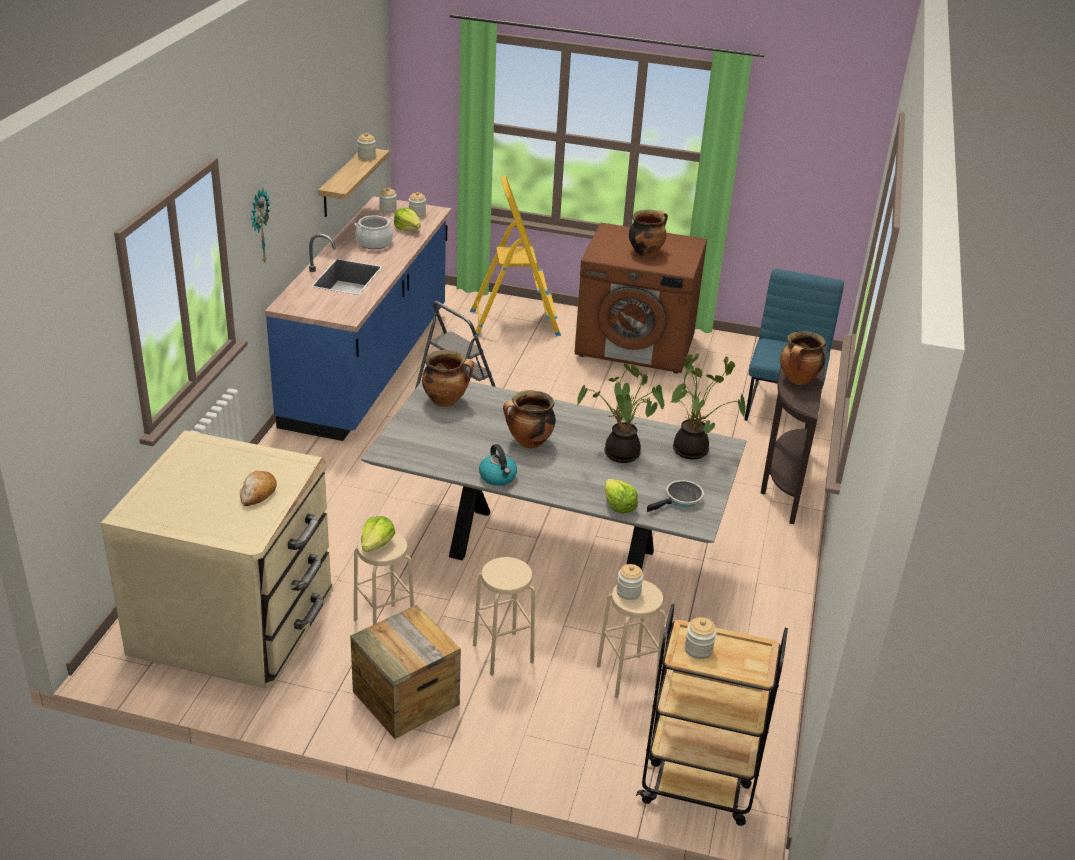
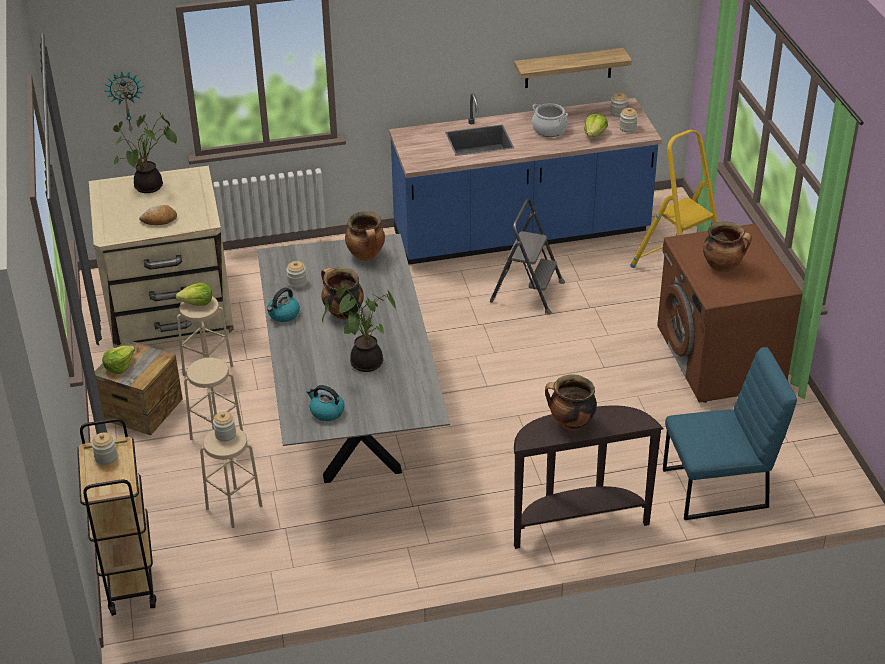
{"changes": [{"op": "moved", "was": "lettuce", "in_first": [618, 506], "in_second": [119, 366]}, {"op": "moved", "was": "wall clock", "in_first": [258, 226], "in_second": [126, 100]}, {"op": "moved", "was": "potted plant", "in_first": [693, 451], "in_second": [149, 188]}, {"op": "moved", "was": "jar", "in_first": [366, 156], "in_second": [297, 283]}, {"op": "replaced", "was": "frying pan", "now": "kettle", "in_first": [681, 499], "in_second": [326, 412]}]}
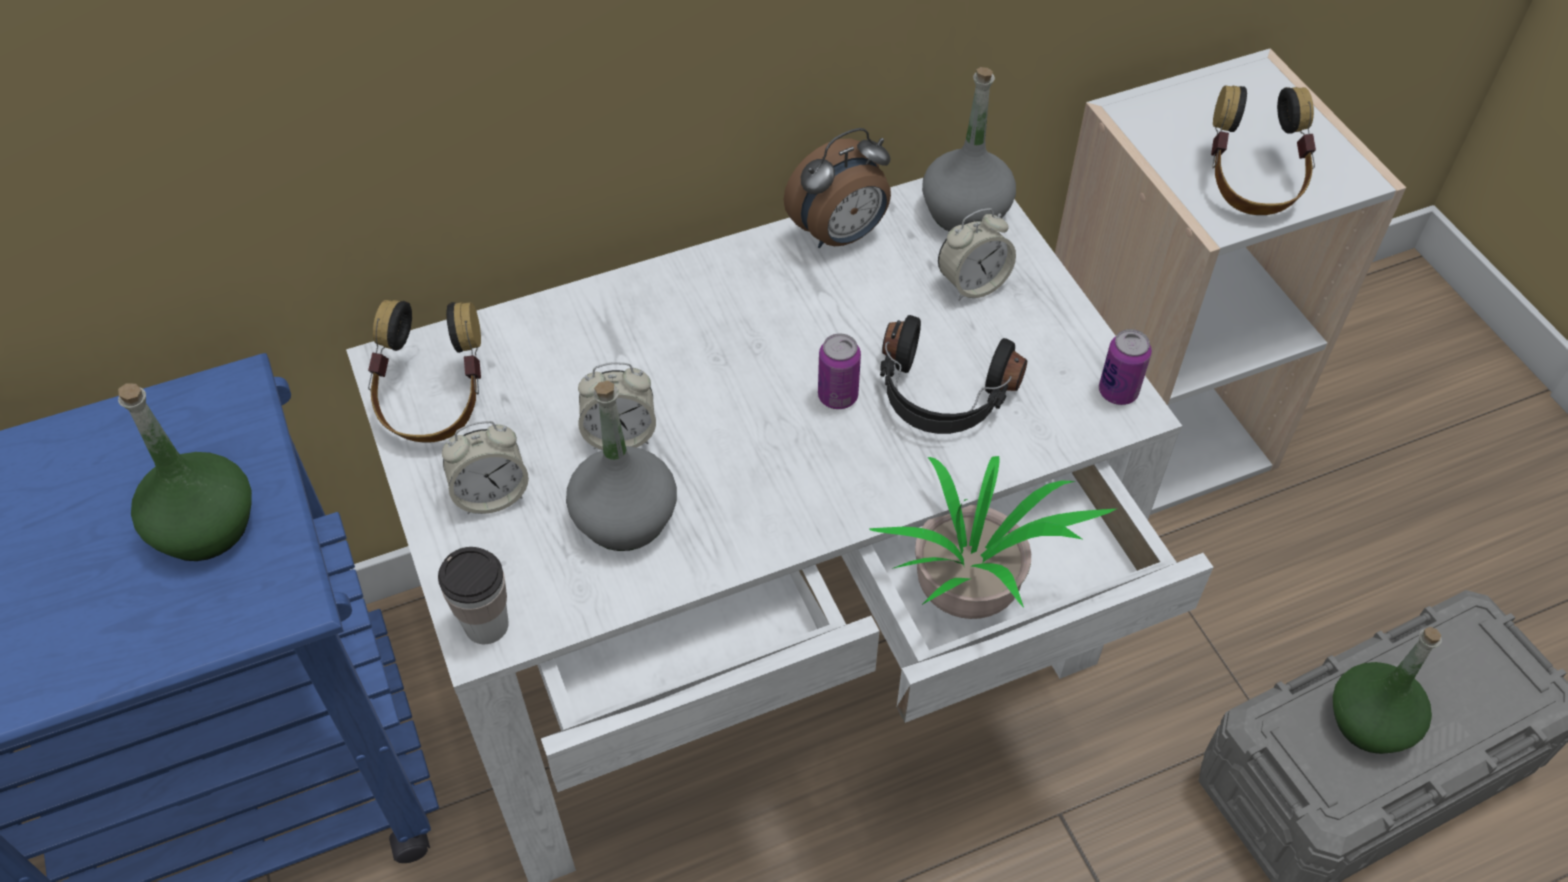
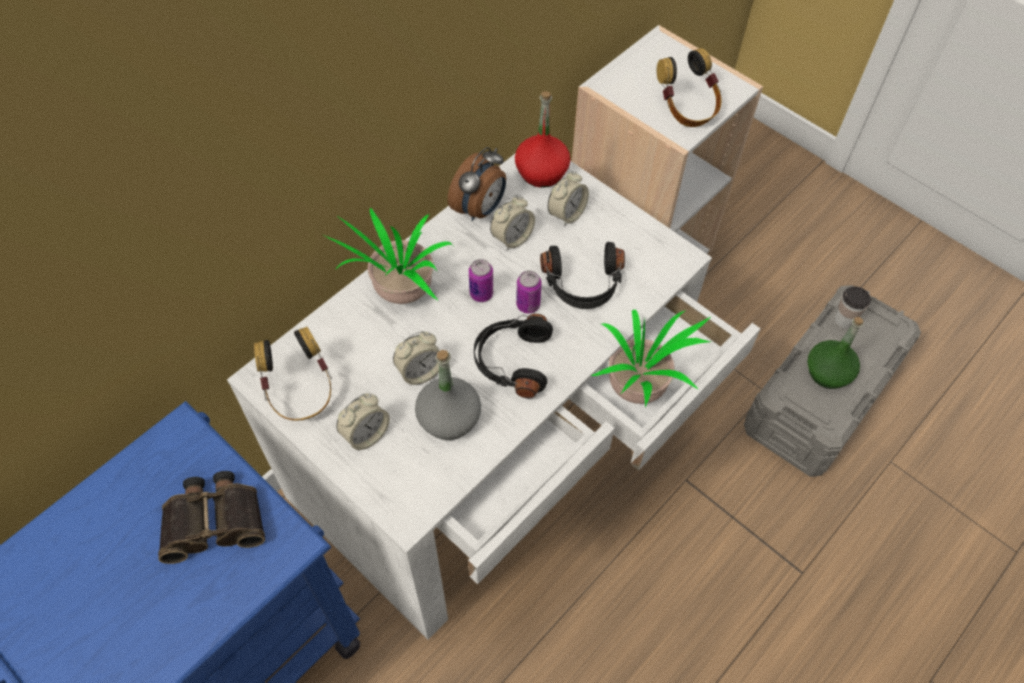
{"changes": [{"op": "replaced", "was": "green bottle", "now": "binoculars", "in_first": [205, 526], "in_second": [214, 519]}, {"op": "added", "now": "potted plant", "in_second": [400, 294]}, {"op": "moved", "was": "can", "in_first": [1118, 392], "in_second": [481, 294]}, {"op": "added", "now": "black headphones", "in_second": [512, 361]}, {"op": "added", "now": "alarm clock", "in_second": [512, 238]}, {"op": "recoloured", "was": "grey bottle", "now": "red bottle", "in_first": [965, 212], "in_second": [541, 172]}, {"op": "moved", "was": "cup", "in_first": [486, 625], "in_second": [843, 320]}]}
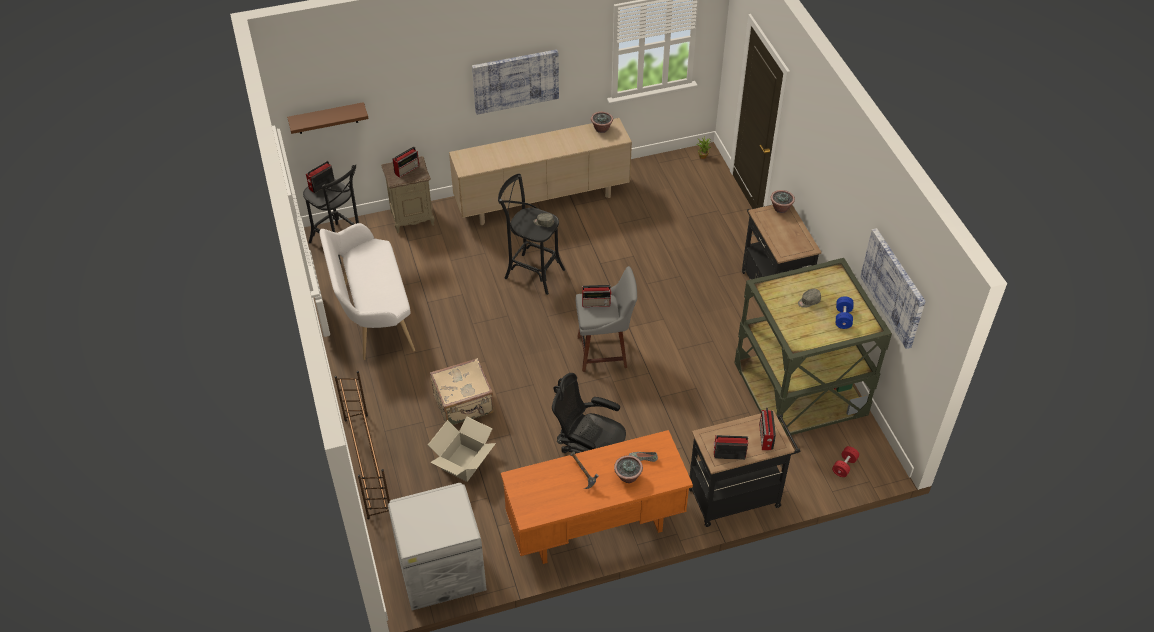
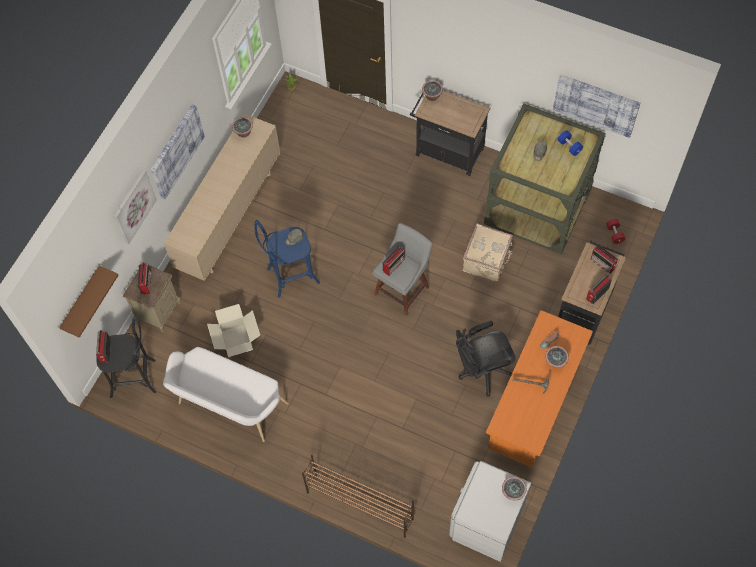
{"changes": [{"op": "added", "now": "picture", "in_second": [133, 206]}, {"op": "moved", "was": "cardboard box", "in_first": [464, 462], "in_second": [237, 340]}, {"op": "recoloured", "was": "black stool", "now": "blue stool", "in_first": [532, 272], "in_second": [290, 276]}, {"op": "moved", "was": "beige suitcase", "in_first": [464, 405], "in_second": [487, 260]}, {"op": "added", "now": "potted plant", "in_second": [513, 492]}]}
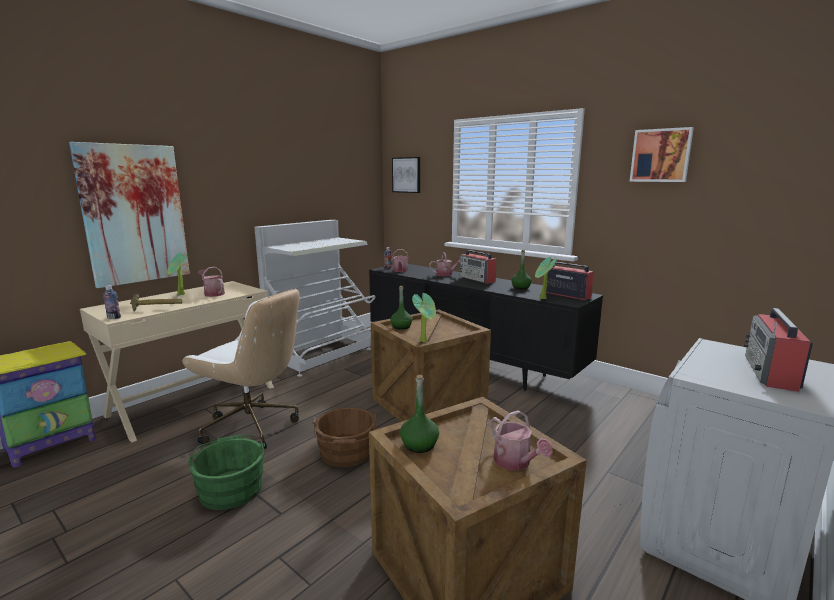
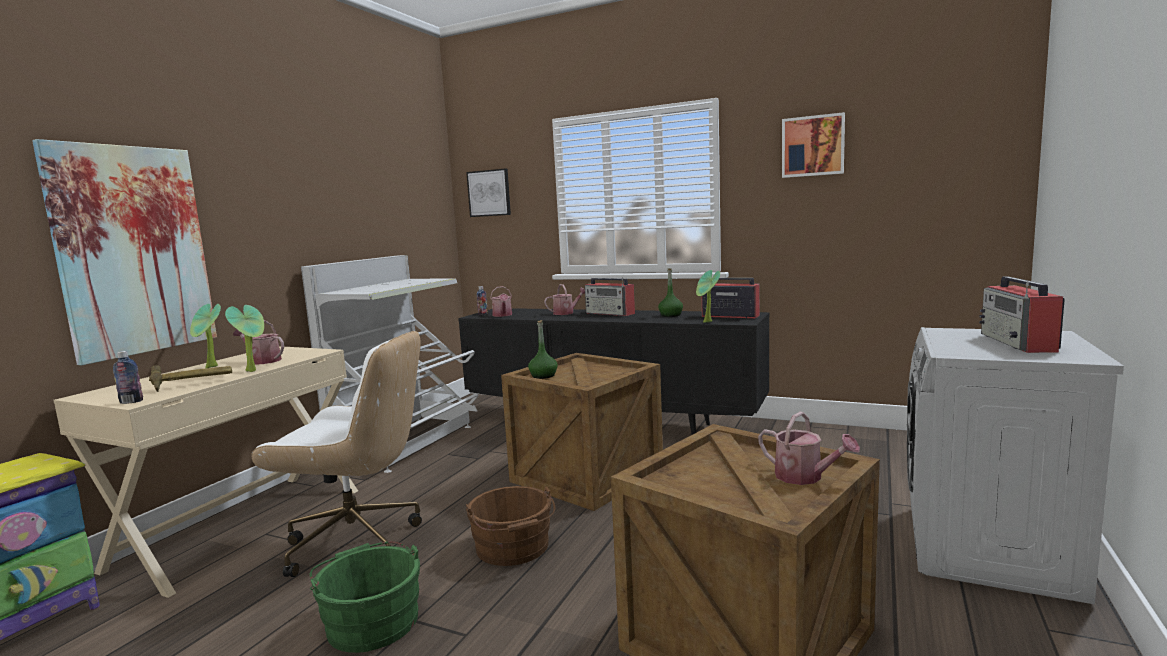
{"changes": [{"op": "moved", "was": "potted plant", "in_first": [425, 341], "in_second": [254, 370]}, {"op": "removed", "was": "green bottle", "in_first": [419, 445]}]}
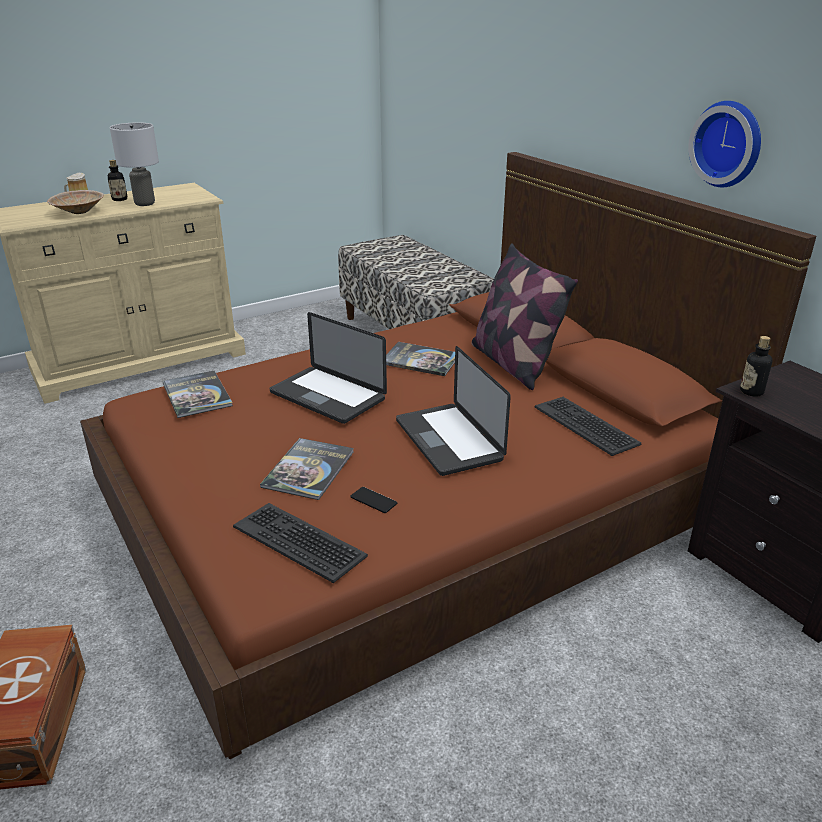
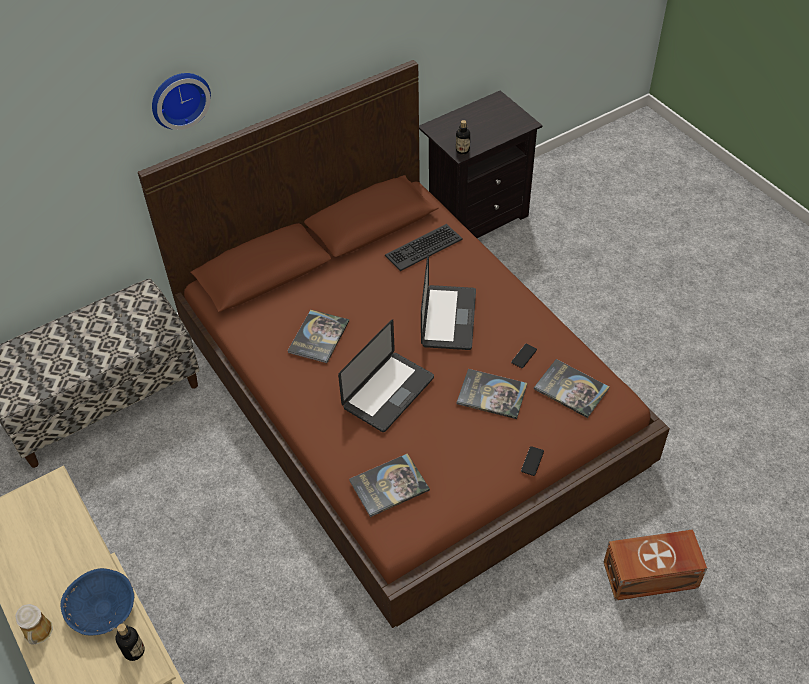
{"changes": [{"op": "recoloured", "was": "beige bowl", "now": "blue bowl", "in_first": [78, 212], "in_second": [103, 610]}, {"op": "moved", "was": "bottle", "in_first": [119, 199], "in_second": [134, 651]}, {"op": "moved", "was": "wall clock", "in_first": [729, 144], "in_second": [179, 98]}, {"op": "turned", "was": "laptop", "in_first": [448, 440], "in_second": [448, 318], "clockwise": -60}, {"op": "added", "now": "phone", "in_second": [532, 461]}, {"op": "replaced", "was": "keyboard", "now": "book", "in_first": [300, 541], "in_second": [571, 389]}, {"op": "removed", "was": "white table lamp", "in_first": [144, 203]}, {"op": "removed", "was": "pillow", "in_first": [513, 364]}]}
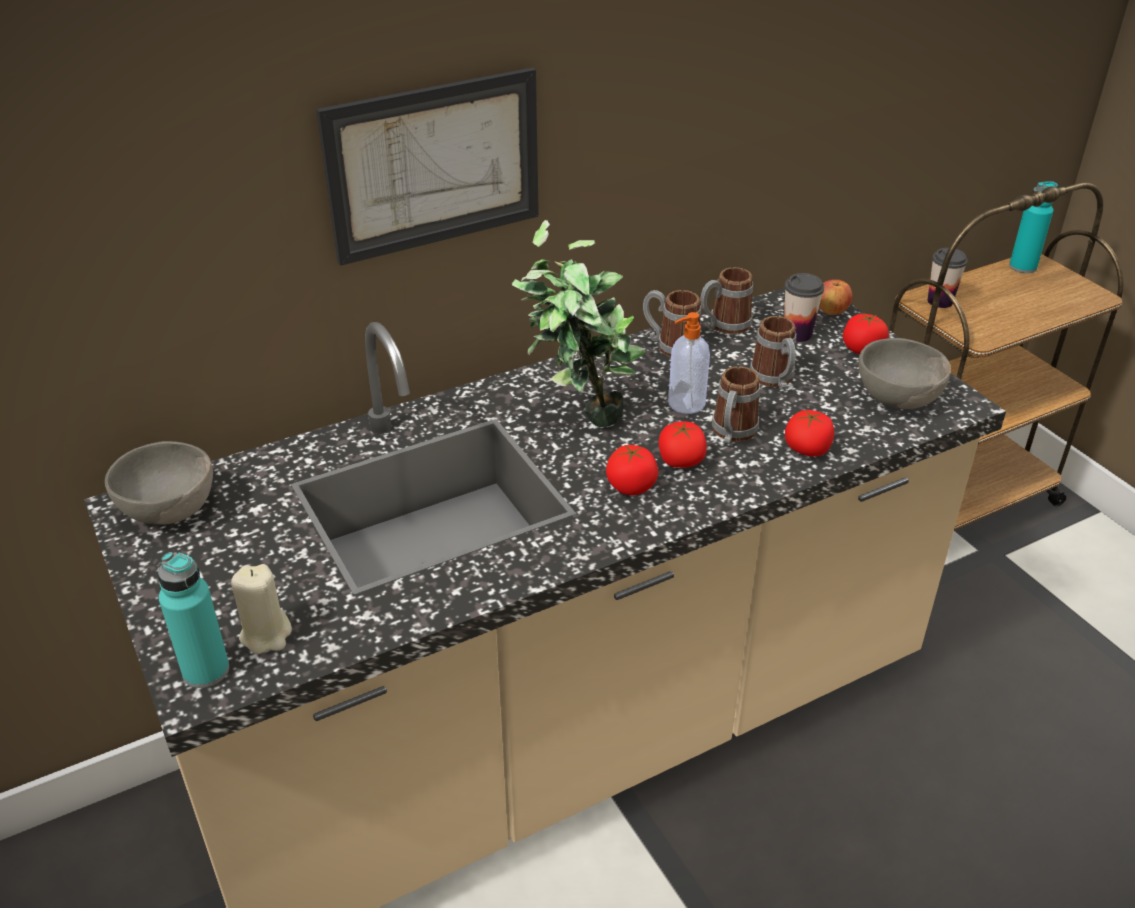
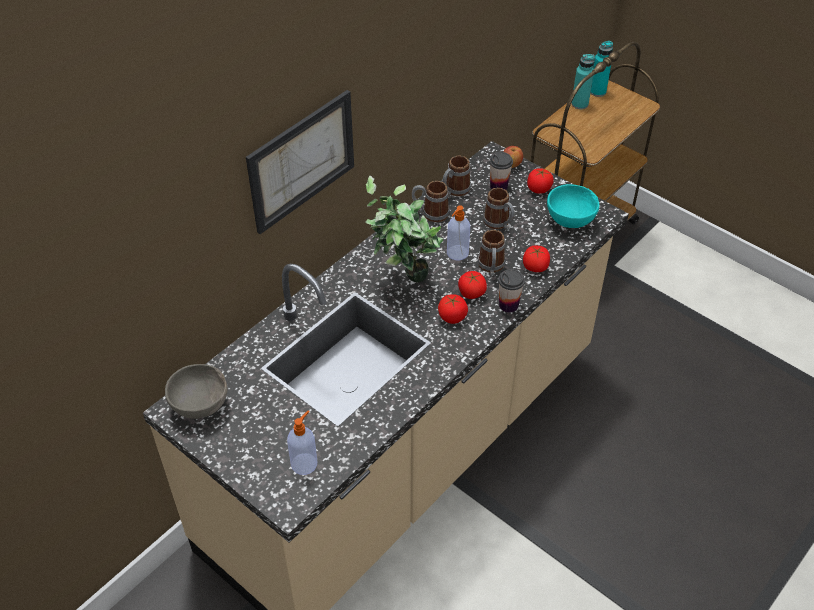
{"changes": [{"op": "replaced", "was": "beige candle", "now": "soap dispenser", "in_first": [266, 634], "in_second": [305, 463]}, {"op": "moved", "was": "cup", "in_first": [940, 301], "in_second": [508, 305]}, {"op": "recoloured", "was": "grey bowl", "now": "turquoise bowl", "in_first": [897, 400], "in_second": [570, 221]}, {"op": "moved", "was": "turquoise bottle", "in_first": [206, 670], "in_second": [579, 104]}]}
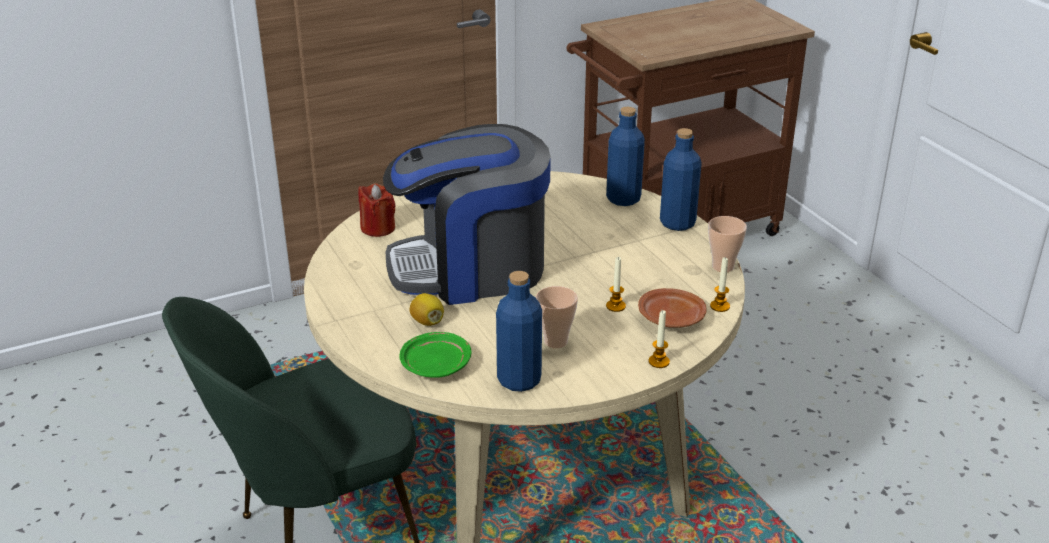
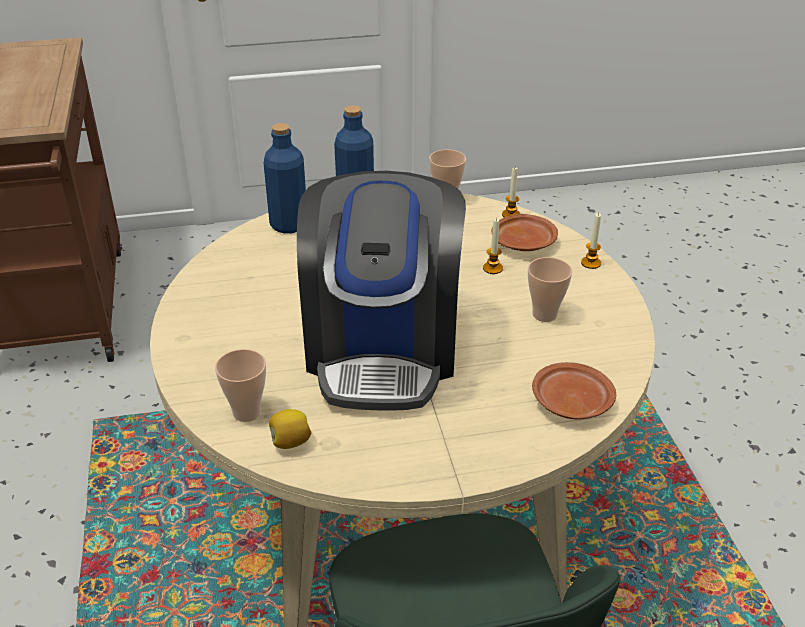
{"changes": [{"op": "replaced", "was": "red candle", "now": "cup", "in_first": [378, 228], "in_second": [247, 412]}, {"op": "moved", "was": "lemon", "in_first": [427, 322], "in_second": [290, 442]}, {"op": "recoloured", "was": "green plate", "now": "brown plate", "in_first": [436, 365], "in_second": [570, 402]}, {"op": "removed", "was": "blue bottle", "in_first": [519, 380]}]}
